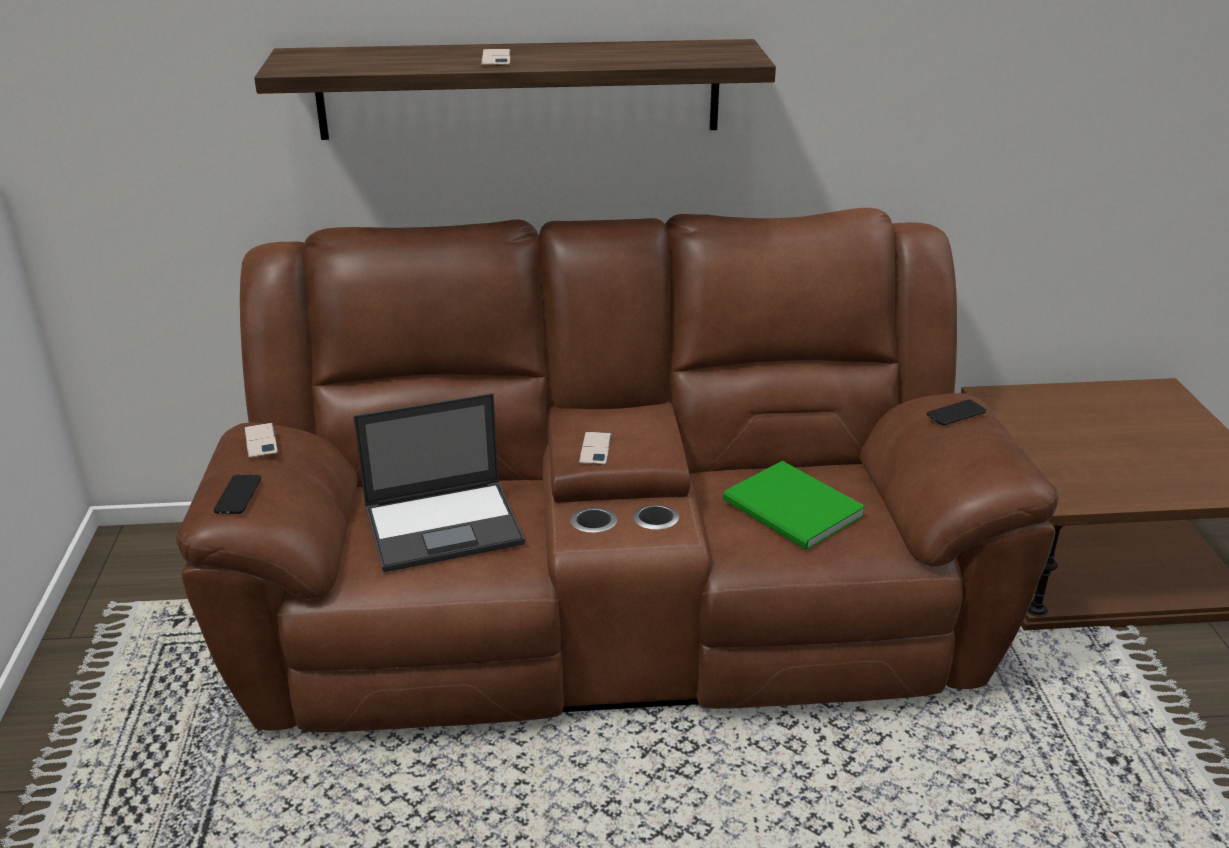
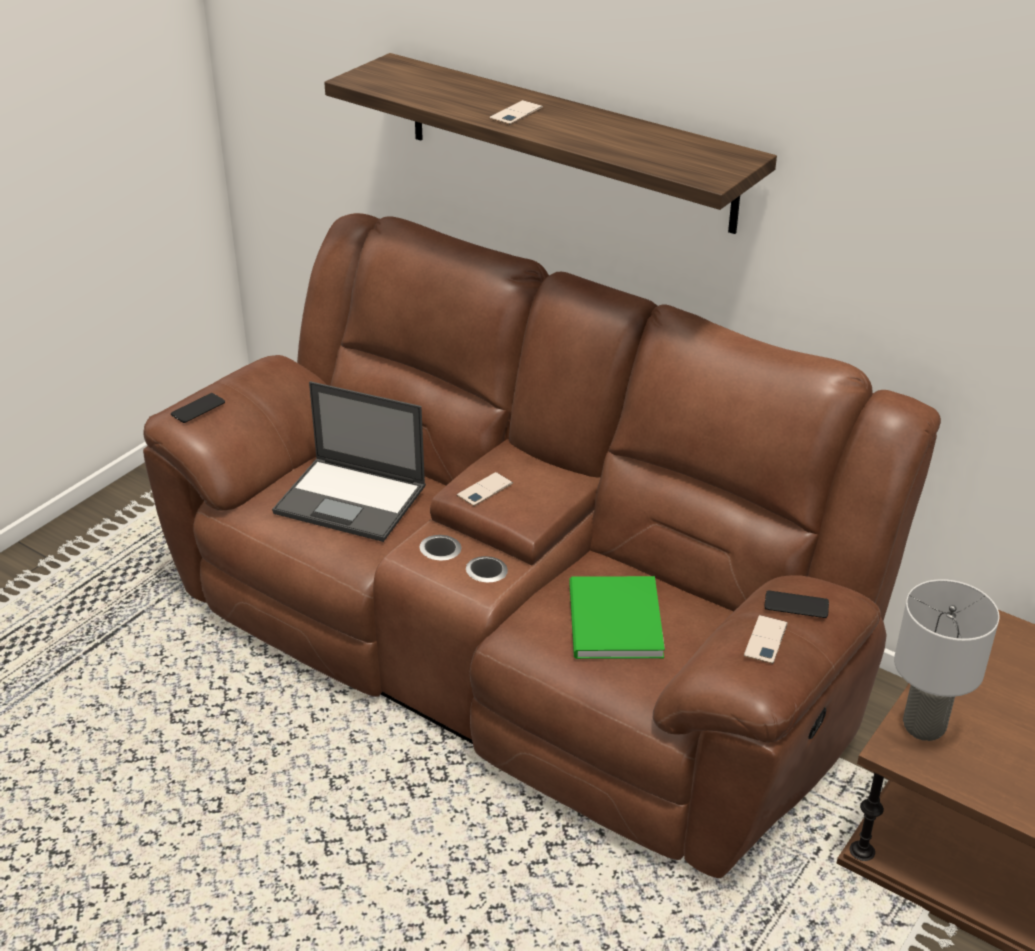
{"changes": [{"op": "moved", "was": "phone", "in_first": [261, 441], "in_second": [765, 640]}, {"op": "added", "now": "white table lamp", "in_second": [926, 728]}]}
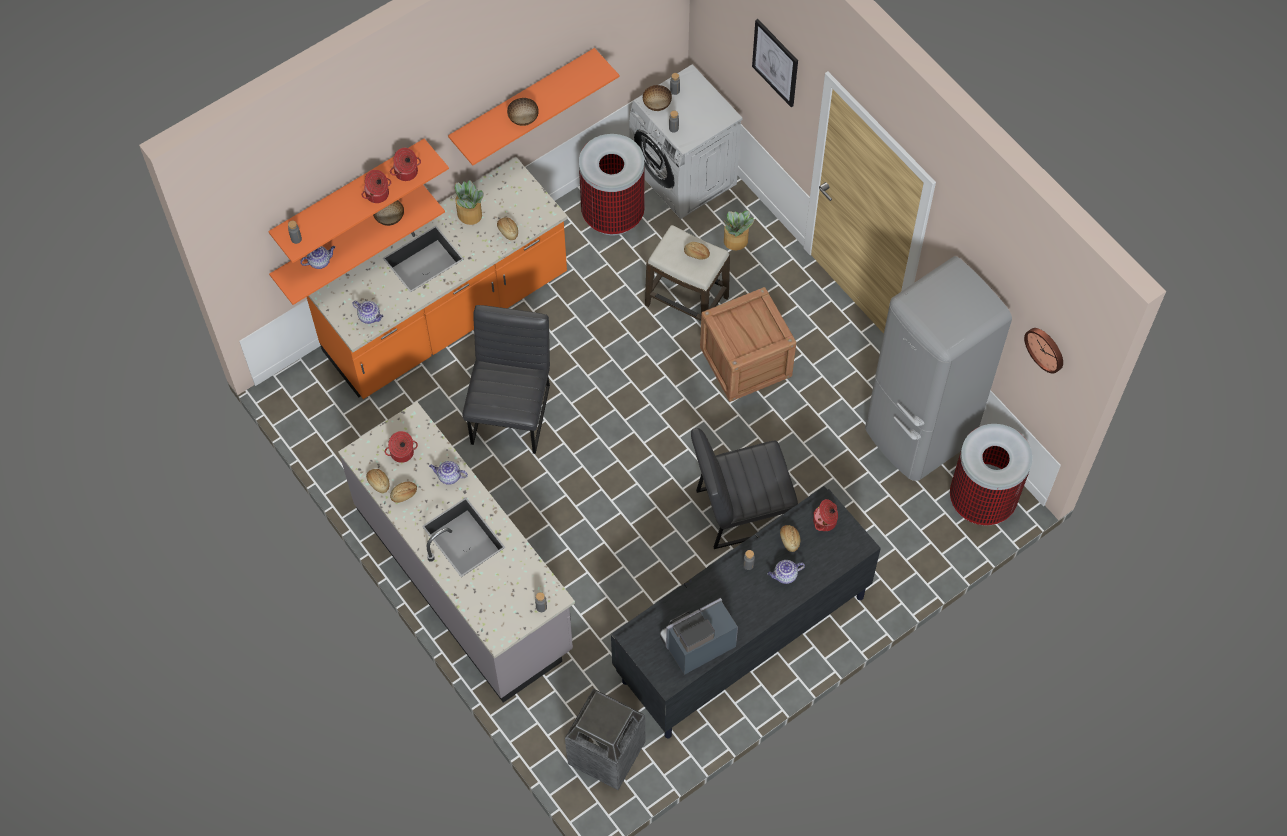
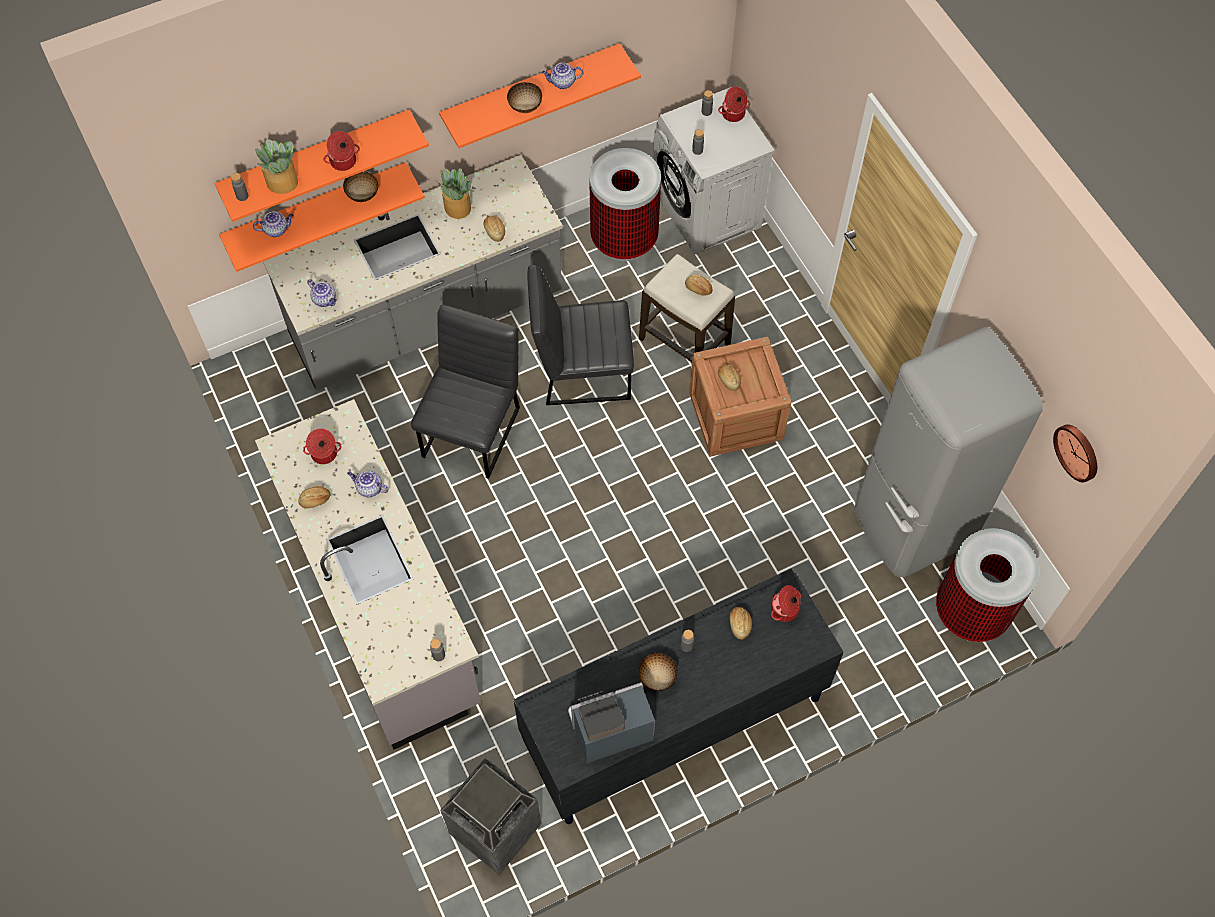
{"changes": [{"op": "moved", "was": "potted plant", "in_first": [736, 241], "in_second": [283, 182]}, {"op": "recoloured", "was": "orange counter", "now": "grey counter", "in_first": [446, 315], "in_second": [427, 317]}, {"op": "moved", "was": "grey chair", "in_first": [740, 510], "in_second": [582, 371]}, {"op": "moved", "was": "teapot", "in_first": [785, 575], "in_second": [562, 83]}, {"op": "moved", "was": "bowl", "in_first": [657, 104], "in_second": [657, 676]}, {"op": "moved", "was": "cooking pot", "in_first": [406, 172], "in_second": [733, 114]}, {"op": "moved", "was": "bread", "in_first": [378, 482], "in_second": [729, 380]}, {"op": "removed", "was": "picture", "in_first": [775, 62]}]}
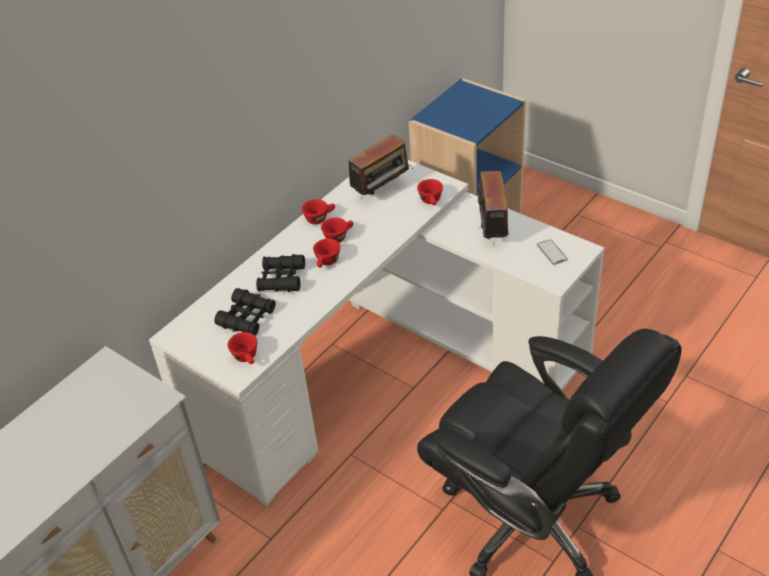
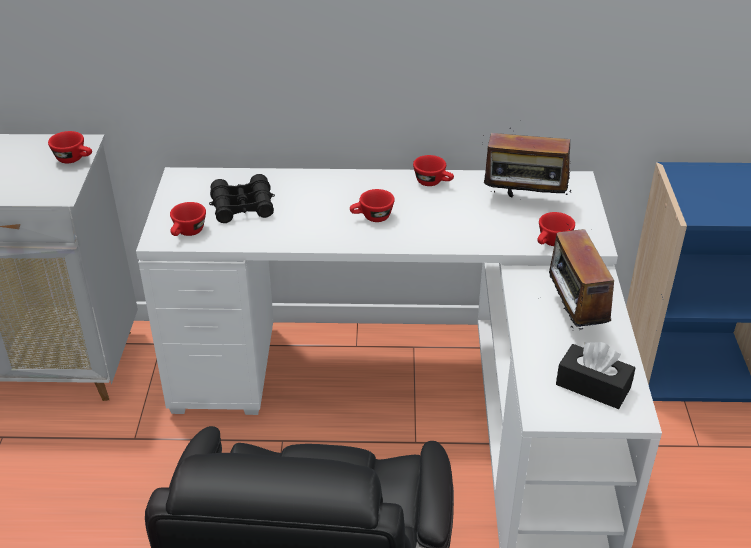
{"changes": [{"op": "moved", "was": "red cup", "in_first": [339, 236], "in_second": [74, 159]}, {"op": "turned", "was": "radio", "in_first": [493, 230], "in_second": [573, 318], "clockwise": 120}, {"op": "replaced", "was": "phone", "now": "black tissue box", "in_first": [552, 252], "in_second": [593, 386]}, {"op": "removed", "was": "black binoculars", "in_first": [281, 279]}]}
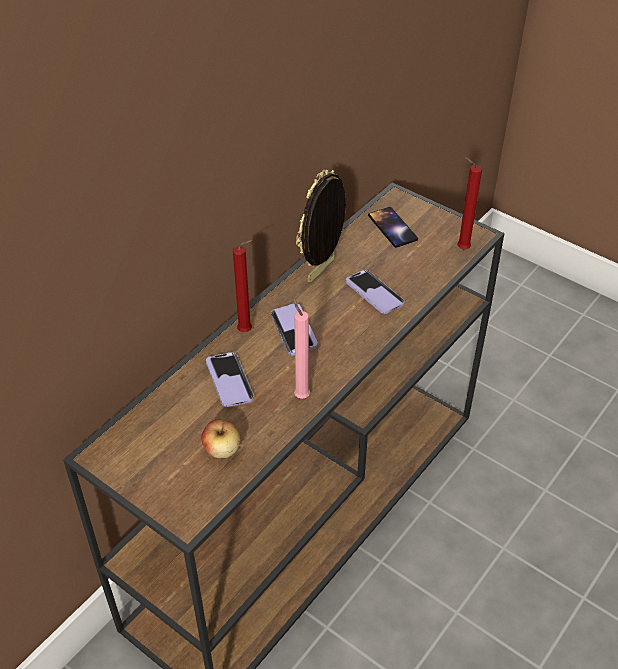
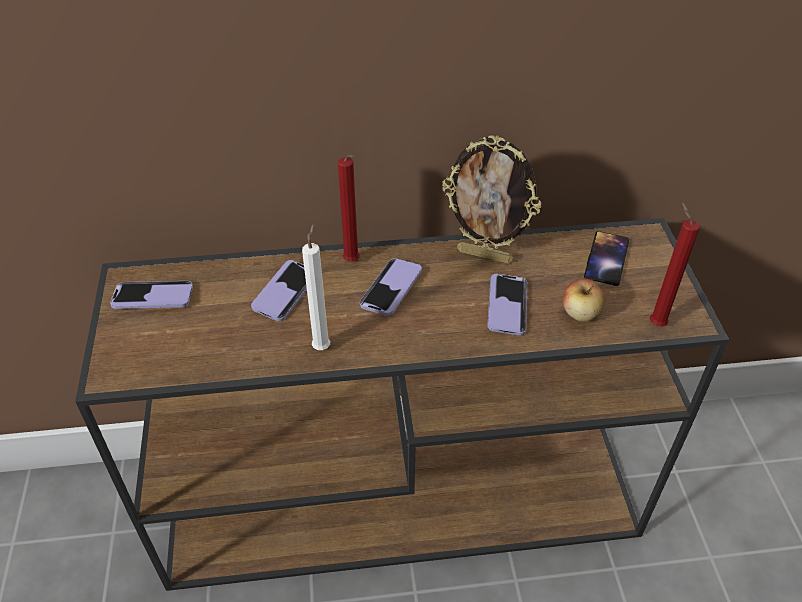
{"changes": [{"op": "added", "now": "phone", "in_second": [153, 297]}, {"op": "recoloured", "was": "pink candle", "now": "white candle", "in_first": [300, 395], "in_second": [322, 346]}, {"op": "turned", "was": "picture frame", "in_first": [322, 271], "in_second": [485, 255], "clockwise": -150}, {"op": "moved", "was": "apple", "in_first": [222, 450], "in_second": [580, 313]}]}
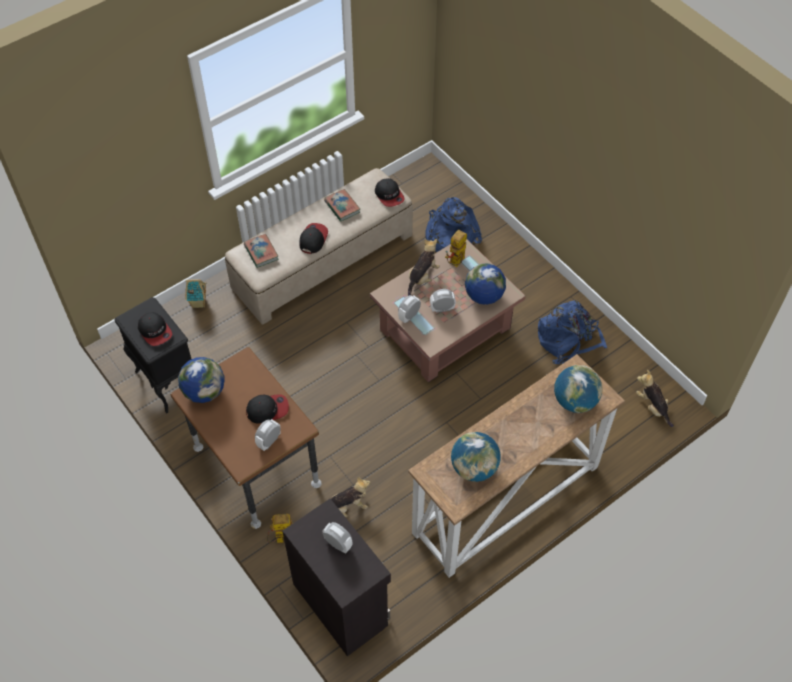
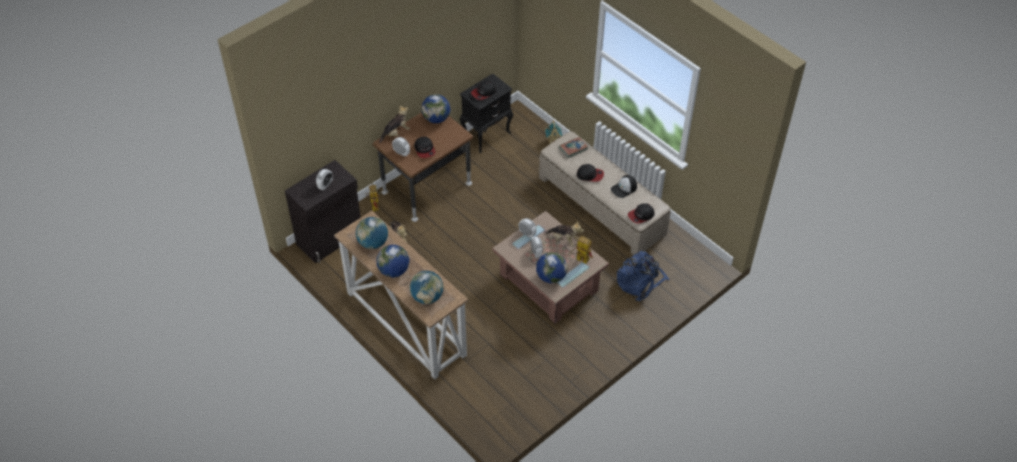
{"changes": [{"op": "added", "now": "globe", "in_second": [394, 271]}, {"op": "moved", "was": "plush toy", "in_first": [652, 407], "in_second": [396, 133]}, {"op": "replaced", "was": "book", "now": "cap", "in_first": [342, 207], "in_second": [624, 188]}, {"op": "removed", "was": "blue backpack", "in_first": [568, 340]}]}
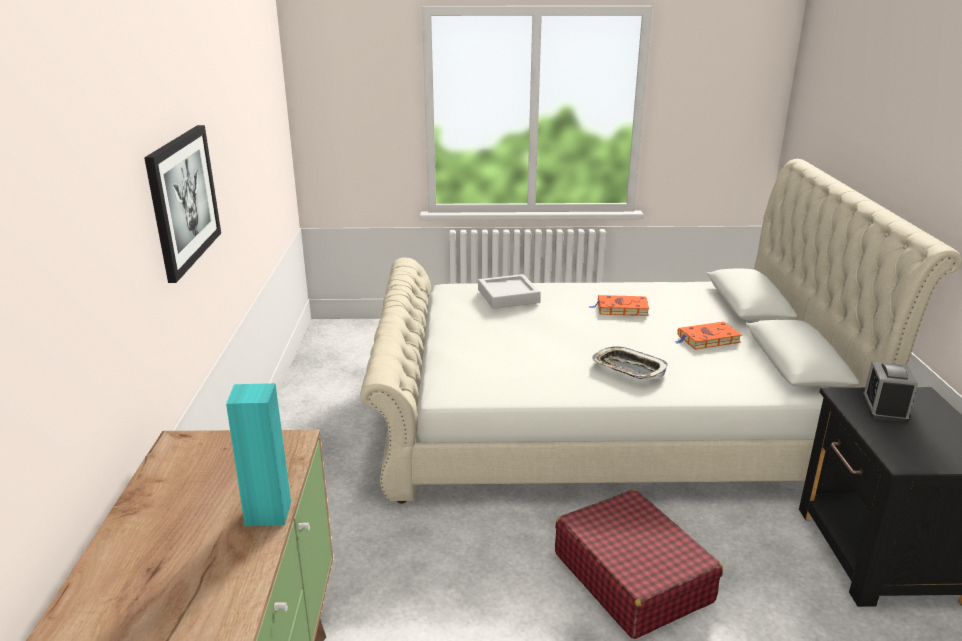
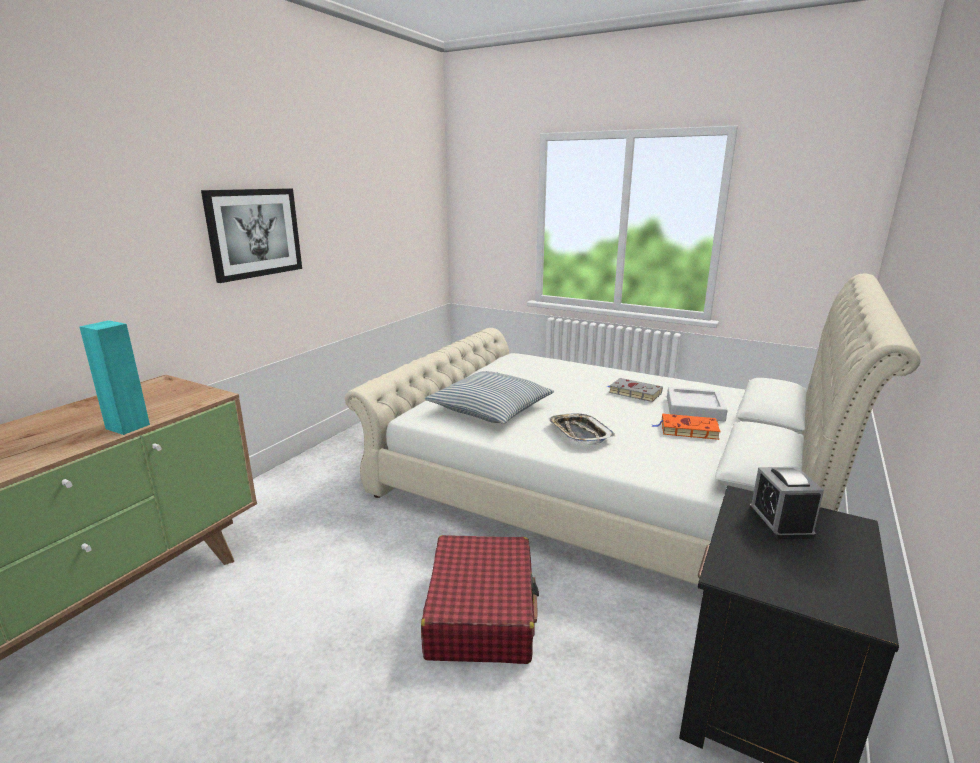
{"changes": [{"op": "added", "now": "pillow", "in_second": [491, 408]}, {"op": "recoloured", "was": "orange book", "now": "grey book", "in_first": [620, 309], "in_second": [633, 392]}, {"op": "moved", "was": "grey tray", "in_first": [508, 296], "in_second": [694, 409]}, {"op": "turned", "was": "alarm clock", "in_first": [884, 408], "in_second": [780, 522], "clockwise": -45}]}
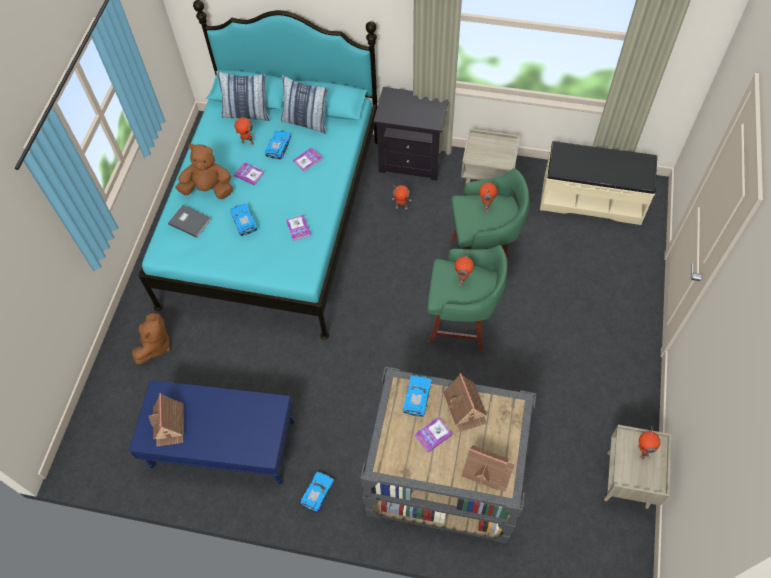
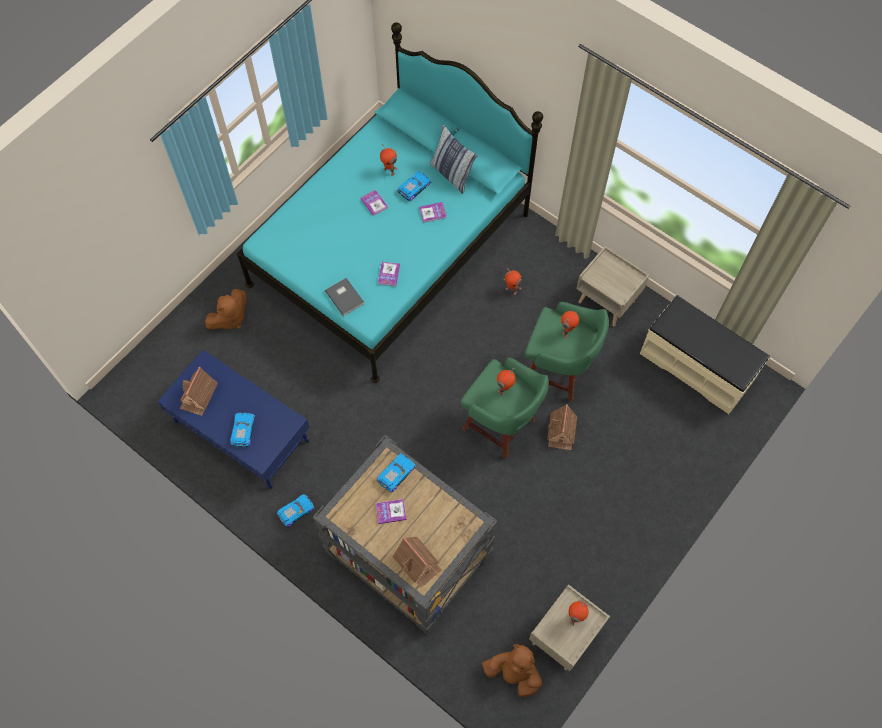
{"changes": [{"op": "moved", "was": "toy car", "in_first": [243, 221], "in_second": [242, 431]}, {"op": "moved", "was": "grey book", "in_first": [190, 221], "in_second": [345, 296]}, {"op": "moved", "was": "brown plush toy", "in_first": [208, 189], "in_second": [513, 674]}, {"op": "moved", "was": "toy house", "in_first": [465, 407], "in_second": [561, 431]}, {"op": "removed", "was": "pillow", "in_first": [247, 113]}, {"op": "removed", "was": "black nightstand", "in_first": [412, 160]}]}
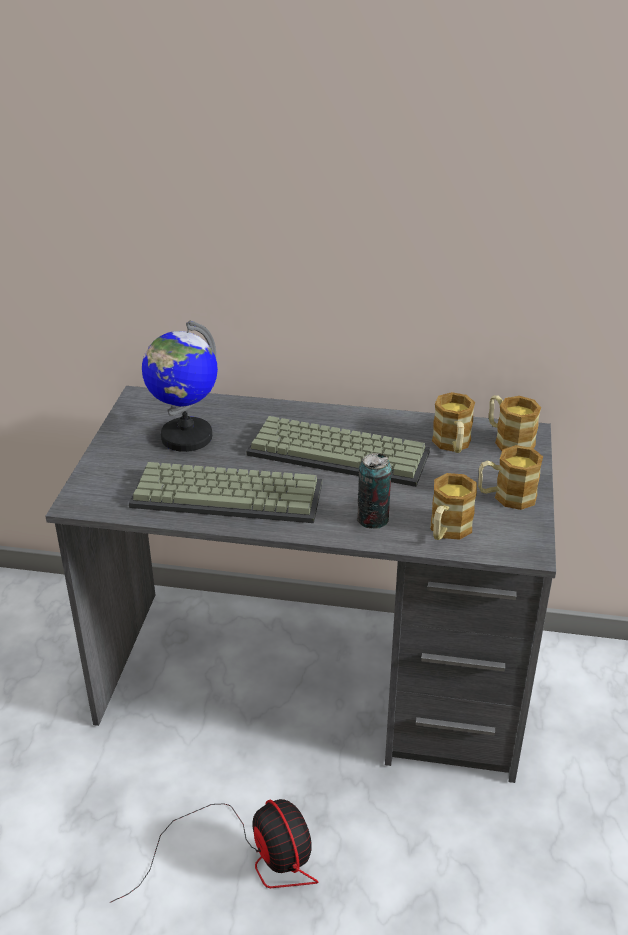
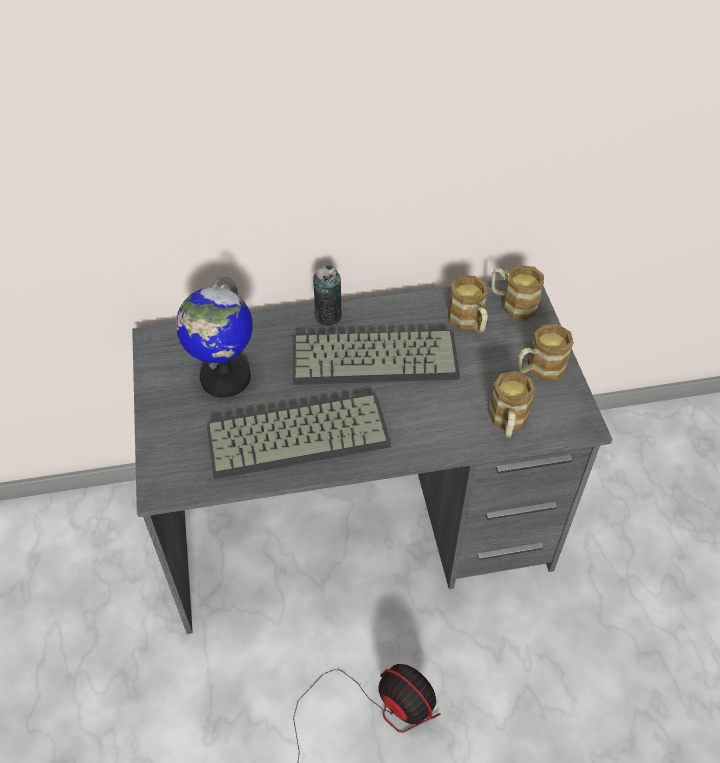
{"changes": [{"op": "moved", "was": "can", "in_first": [372, 519], "in_second": [328, 316]}]}
